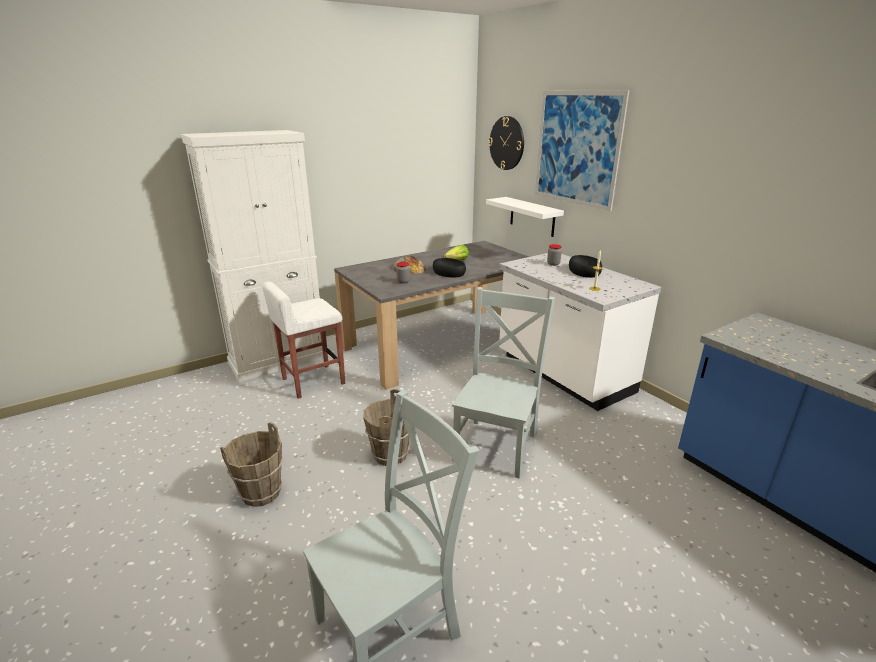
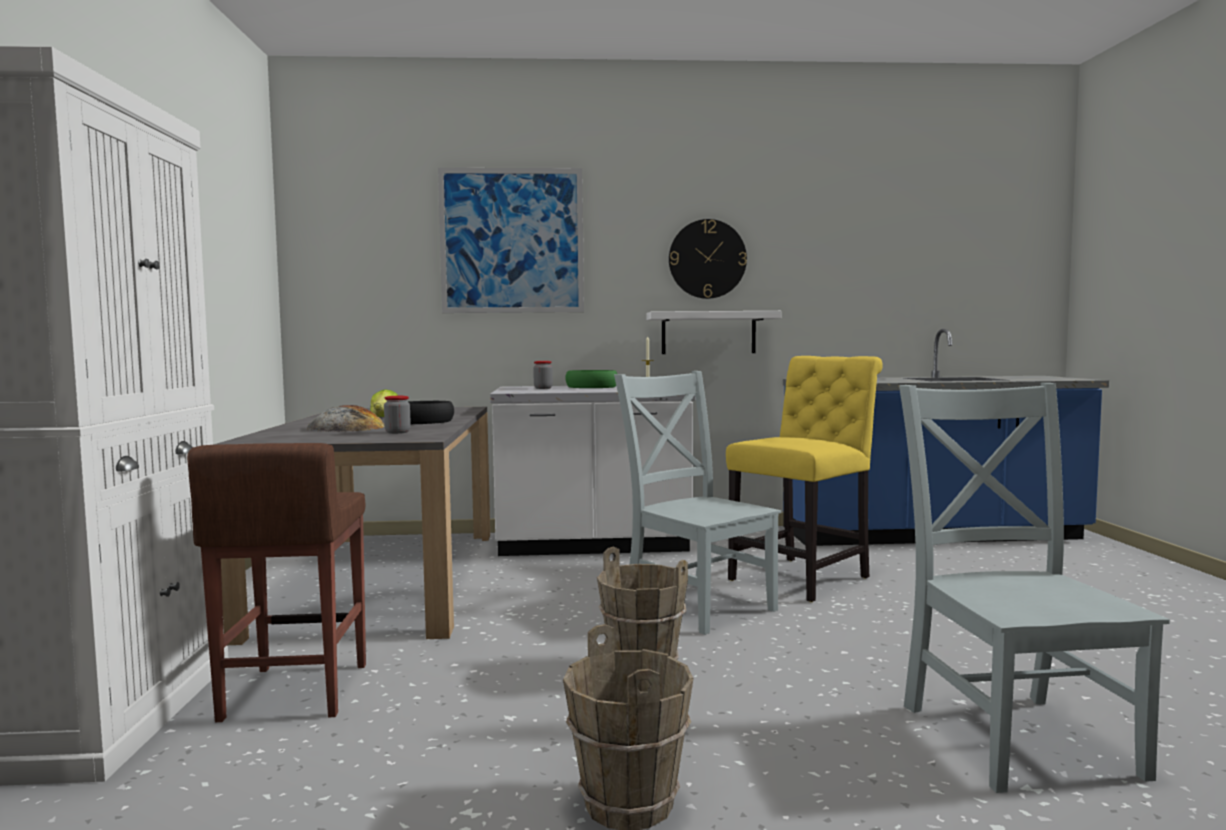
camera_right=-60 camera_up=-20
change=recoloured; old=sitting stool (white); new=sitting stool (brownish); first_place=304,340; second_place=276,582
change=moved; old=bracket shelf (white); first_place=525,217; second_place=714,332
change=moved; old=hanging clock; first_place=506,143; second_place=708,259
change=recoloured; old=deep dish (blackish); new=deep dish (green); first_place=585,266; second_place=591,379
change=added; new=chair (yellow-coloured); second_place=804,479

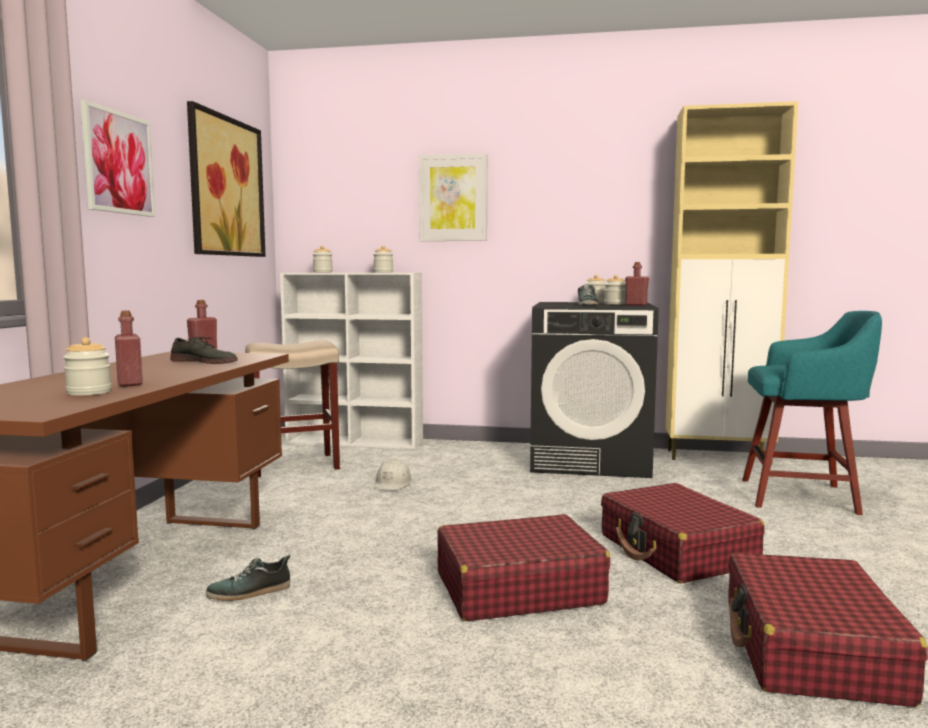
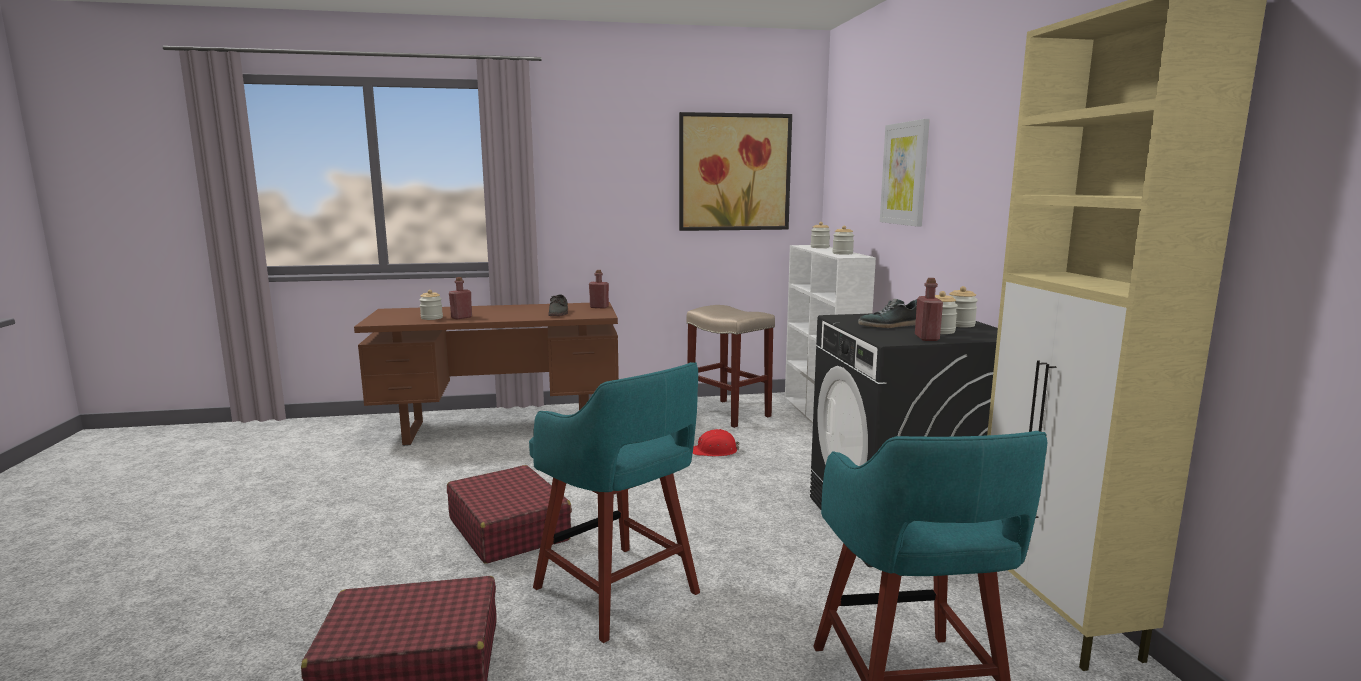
camera_right=70 camera_up=5
change=removed; old=wall art; first_place=117,158
change=removed; old=low shoe; first_place=248,578
change=recoloured; old=hard hat (white); new=hard hat (reddish); first_place=393,474; second_place=716,442
change=replaced; old=travel case (reddish); new=sitting stool (turquoise-coloured); first_place=683,533; second_place=614,502

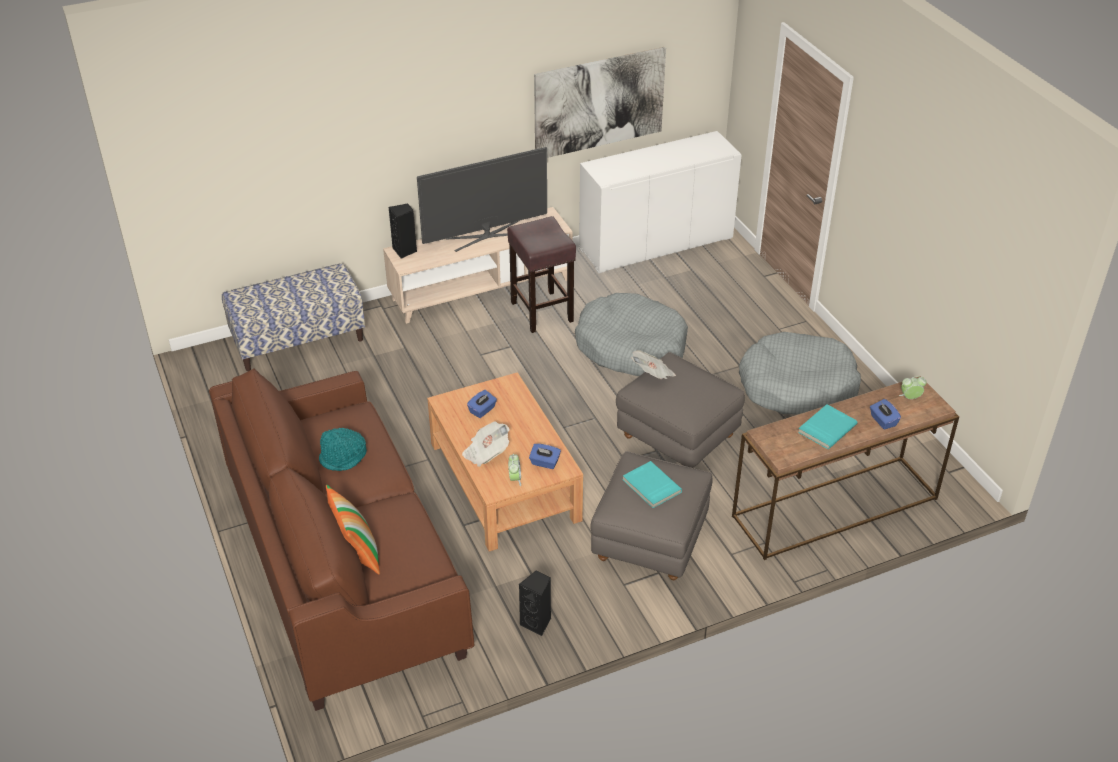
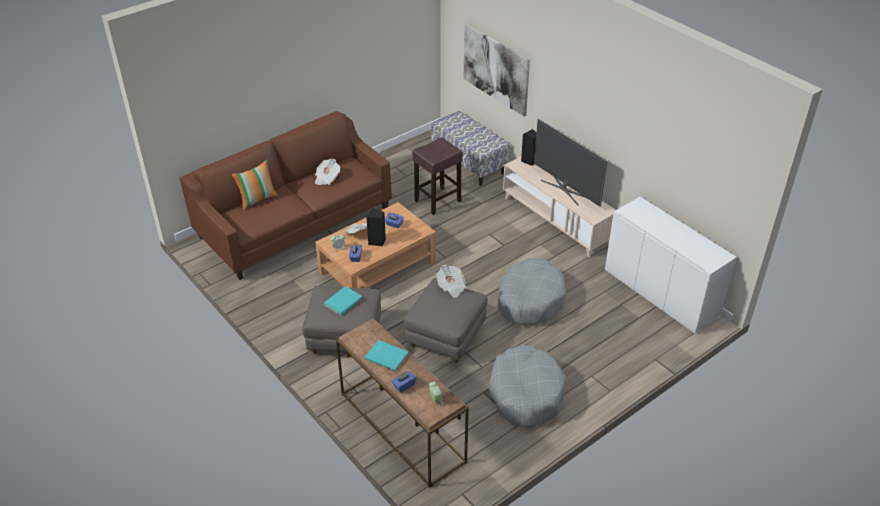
camera_right=75 camera_up=0
change=replaced; old=clothing hat (turquoise-coloured); new=printed paper; first_place=343,449; second_place=327,172
change=moved; old=sitting stool (brownish); first_place=541,274; second_place=438,176
change=moved; old=audio speaker (blackish); first_place=535,603; second_place=376,227
change=moved; old=wall art; first_place=600,102; second_place=497,70

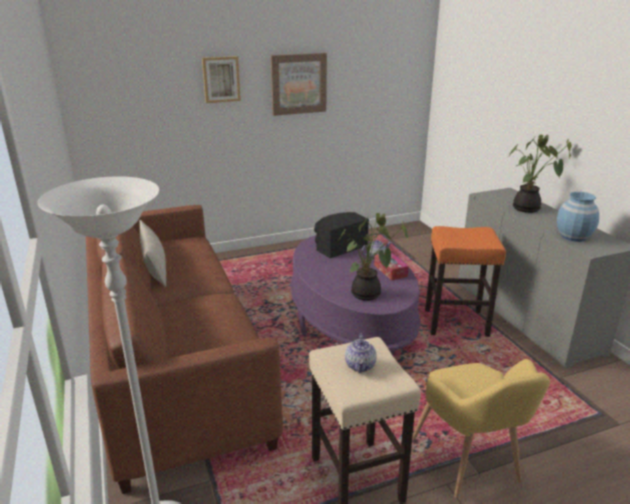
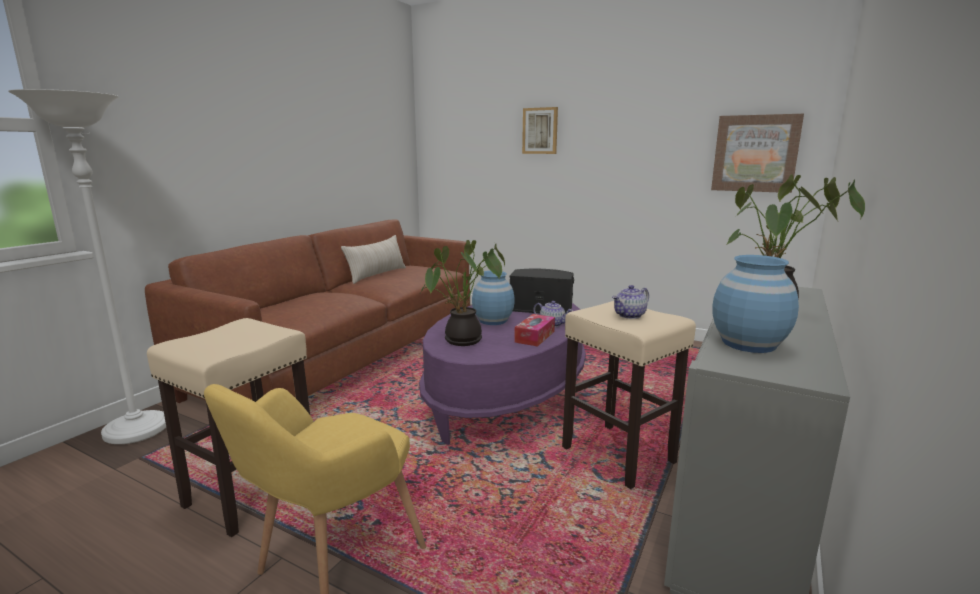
camera_right=50 camera_up=-10
change=moved; old=wall art; first_place=298,84; second_place=757,153
change=moved; old=pot for tea; first_place=361,353; second_place=630,302
change=recoloured; old=sitting stool (orangey); new=sitting stool (sand-coloured); first_place=465,281; second_place=629,395
change=added; new=decorative vase (blue); second_place=493,298

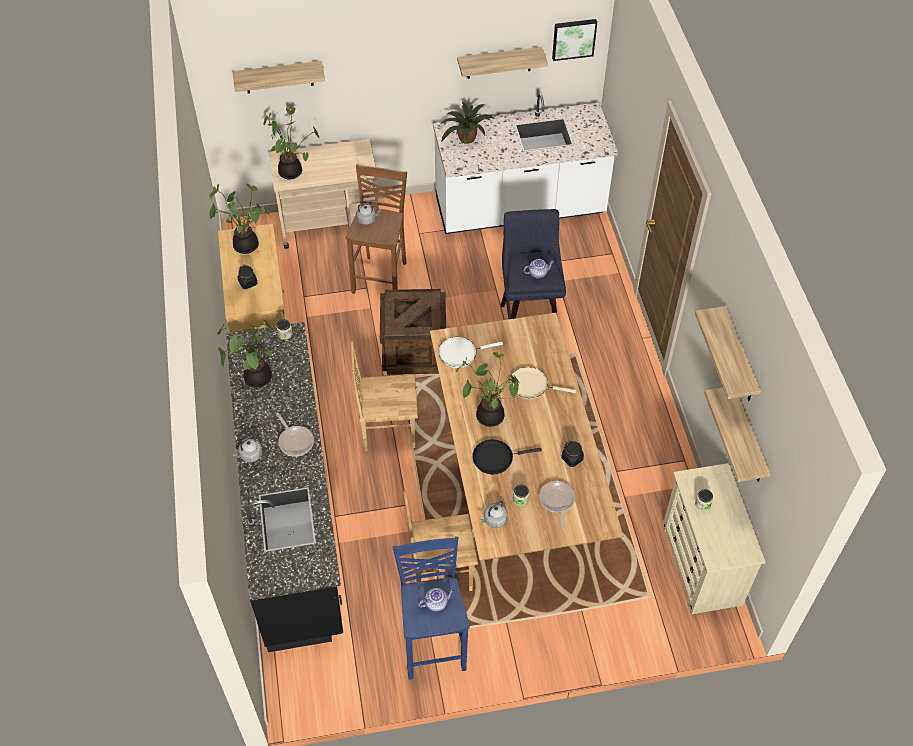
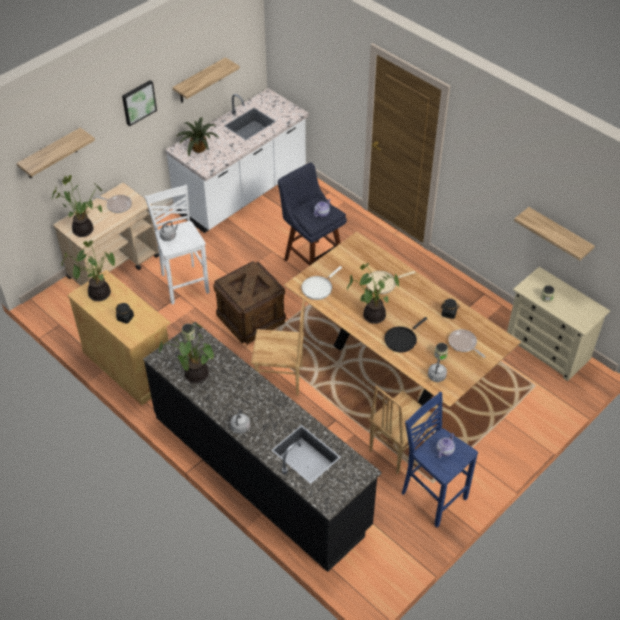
camera_right=-35 camera_up=-5
change=moved; old=skillet; first_place=295,435; second_place=114,204
change=recoloured; old=sitting stool (brownish); new=sitting stool (white); first_place=376,229; second_place=177,245
change=turned; old=chair (brownish); first_place=384,396; second_place=278,347; degrees=-135
change=moved; old=wall art; first_place=574,40; second_place=139,103
change=removed; old=bracket shelf; first_place=728,353

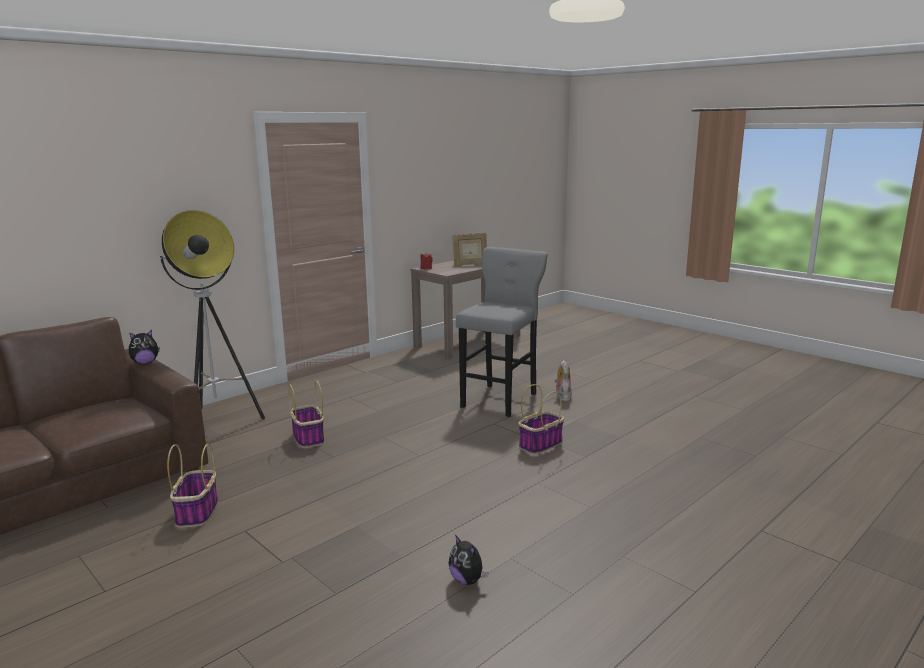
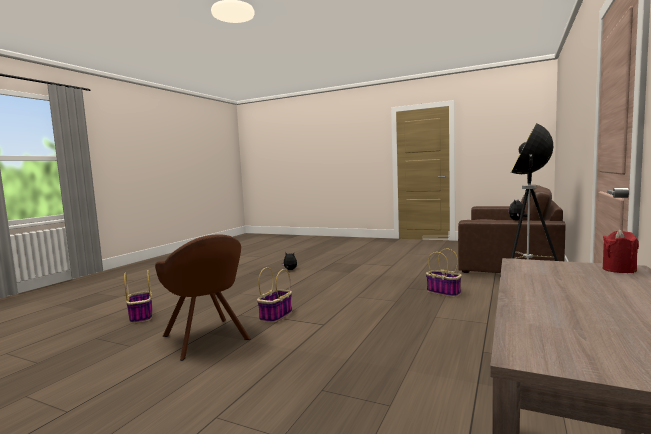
camera_right=160 camera_up=-10
change=moved; old=storage basket; first_place=192,486; second_place=138,297
change=removed; old=standing frame; first_place=469,249
change=removed; old=sitting stool (grey); first_place=502,332
change=removed; old=soft toy; first_place=563,380
change=added; new=easy chair (brownish); second_place=203,297

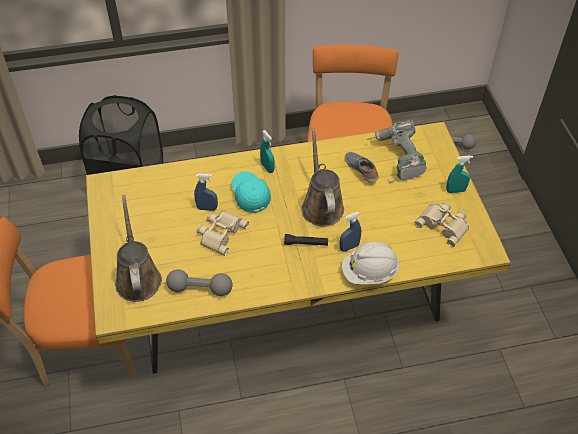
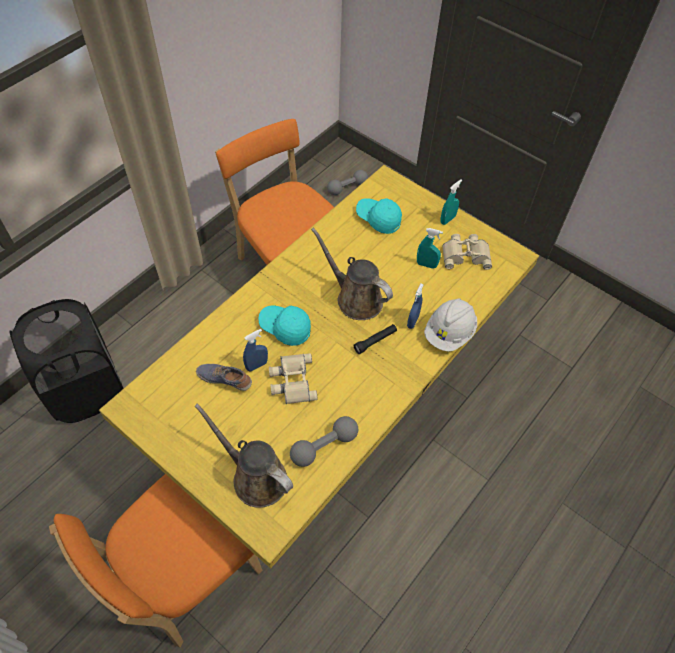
camera_right=-40 camera_up=5
change=moved; old=sprayer (turquoise-coloured); first_place=267,151; second_place=430,248
change=moved; old=low shoe; first_place=362,167; second_place=224,377
change=replaced; old=electric drill; new=cap (turquoise-coloured); first_place=397,151; second_place=379,216

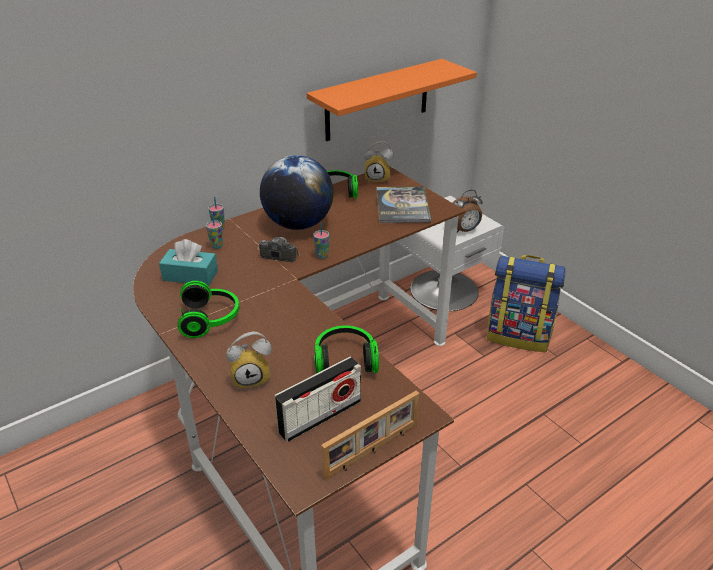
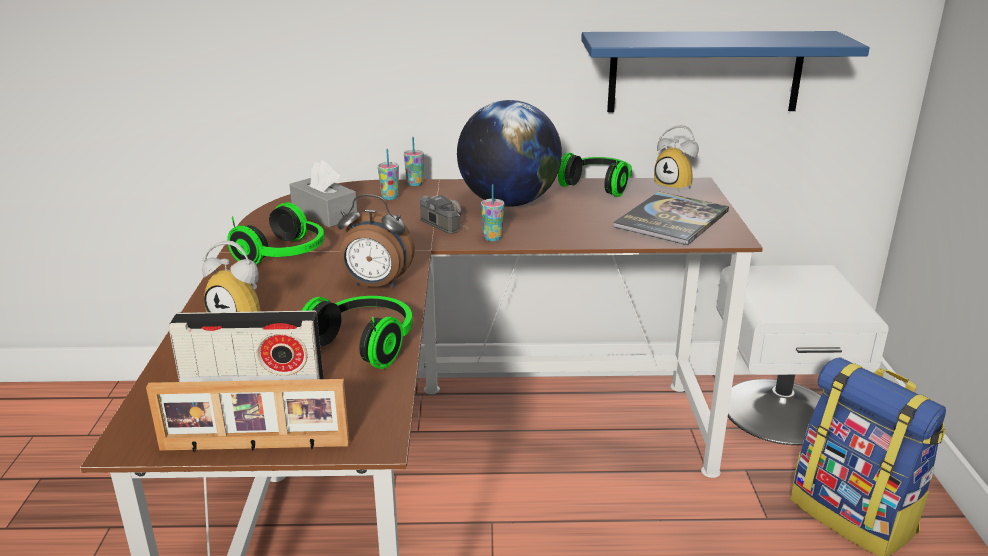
camera_right=35 camera_up=-10
change=recoloured; old=tissue holder (turquoise-coloured); new=tissue holder (grey); first_place=188,262; second_place=323,194
change=recoloured; old=bracket shelf (orangey); new=bracket shelf (blue); first_place=392,100; second_place=725,71
change=moved; old=alarm clock; first_place=468,211; second_place=376,241

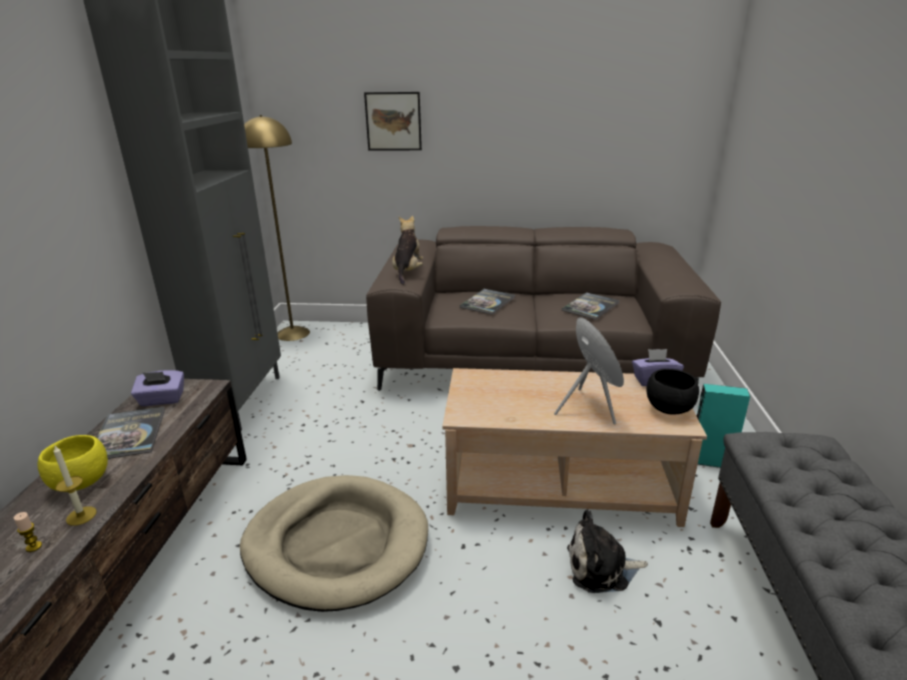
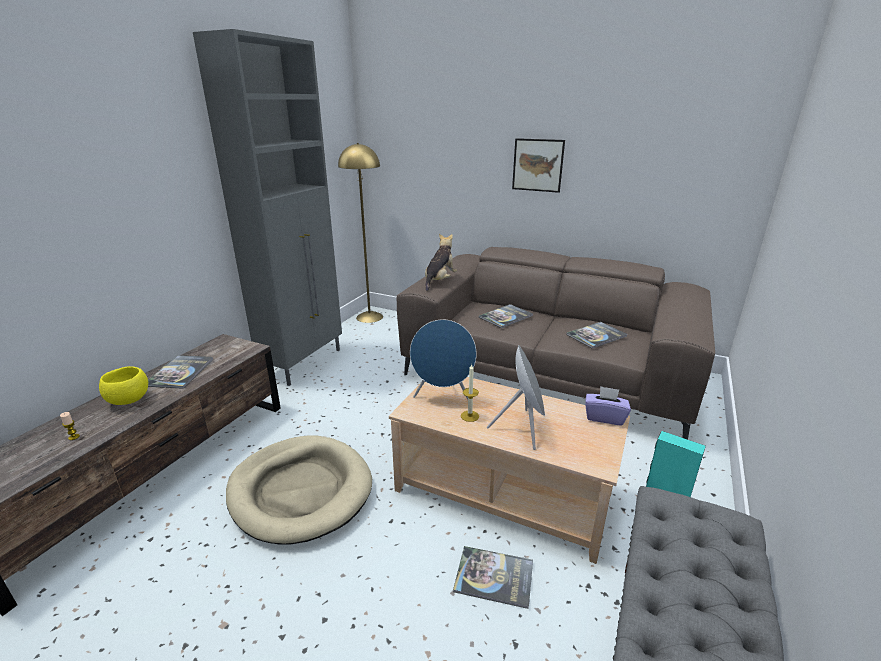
camera_right=20 camera_up=0
change=moved; old=wax candle; first_place=75,486; second_place=470,393
change=removed; old=tissue holder (purple); first_place=157,388
change=moved; old=wall art; first_place=393,121; second_place=538,165
change=replaced; old=soft toy; new=volume; first_place=607,551; second_place=493,577
change=removed; old=deep dish (blackish); first_place=673,392
change=added; new=audio speaker (blue); second_place=443,359

